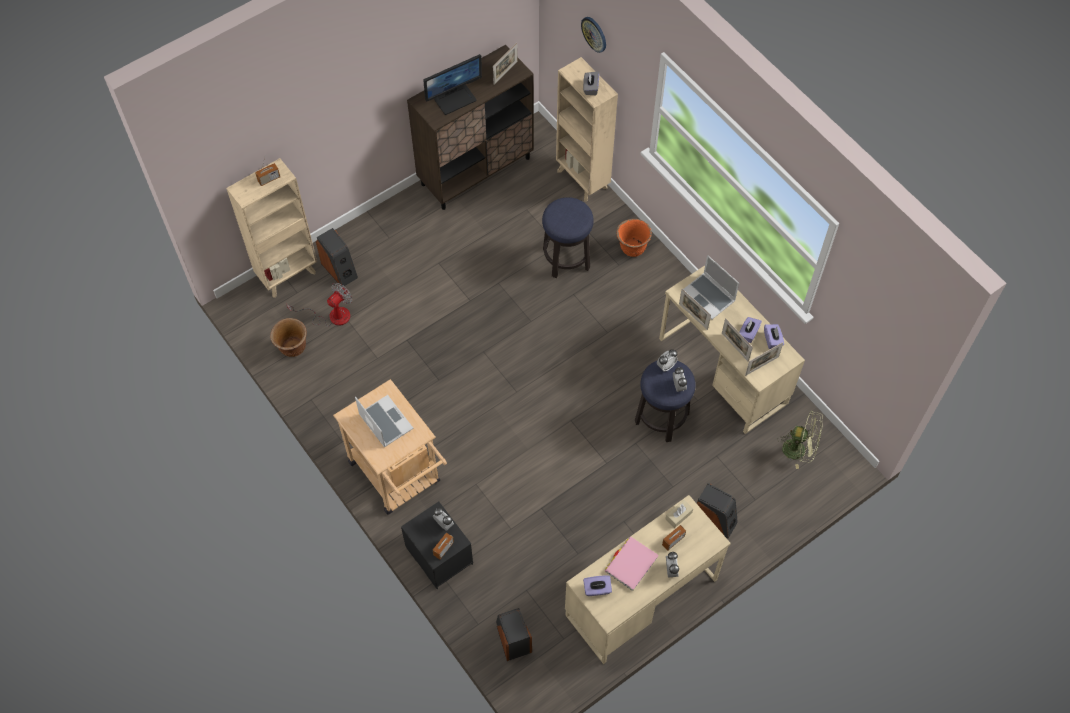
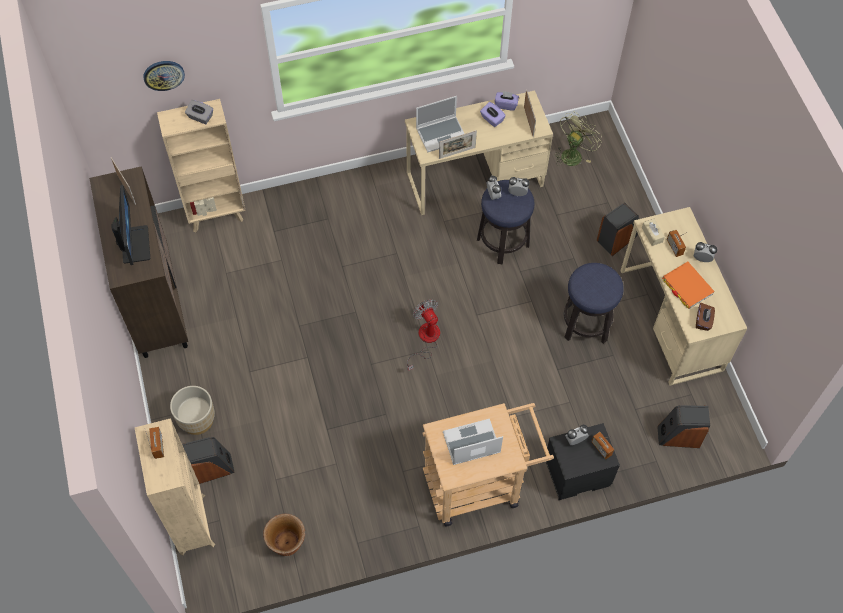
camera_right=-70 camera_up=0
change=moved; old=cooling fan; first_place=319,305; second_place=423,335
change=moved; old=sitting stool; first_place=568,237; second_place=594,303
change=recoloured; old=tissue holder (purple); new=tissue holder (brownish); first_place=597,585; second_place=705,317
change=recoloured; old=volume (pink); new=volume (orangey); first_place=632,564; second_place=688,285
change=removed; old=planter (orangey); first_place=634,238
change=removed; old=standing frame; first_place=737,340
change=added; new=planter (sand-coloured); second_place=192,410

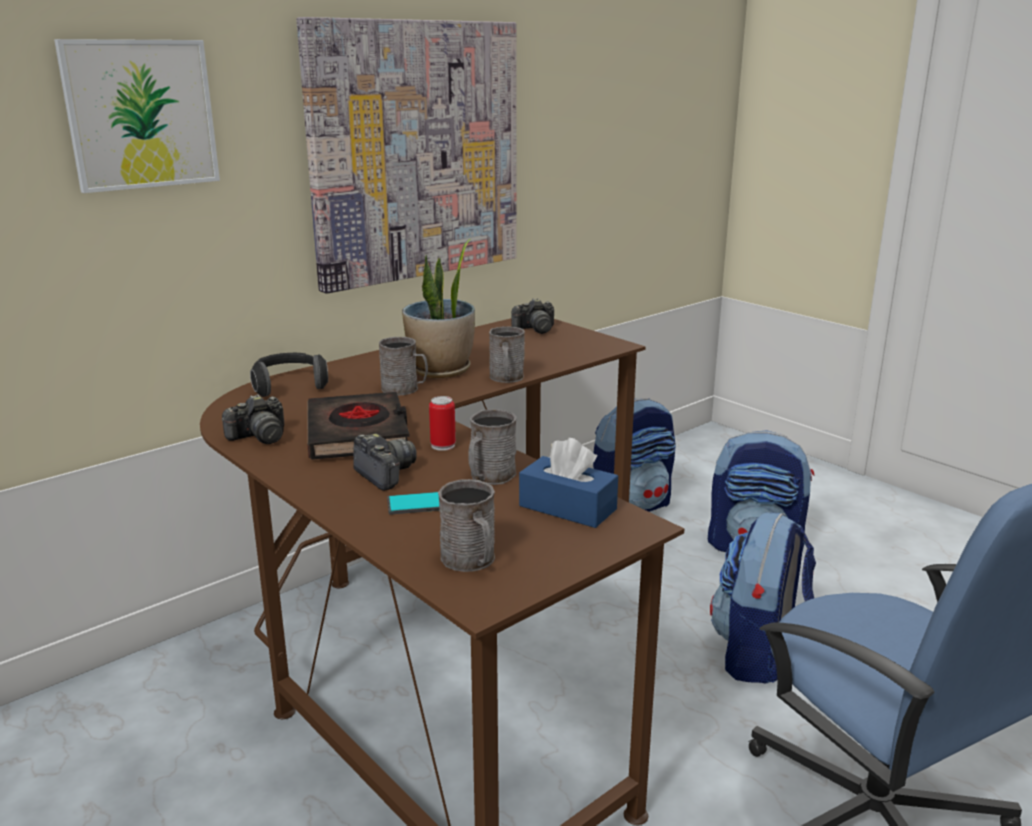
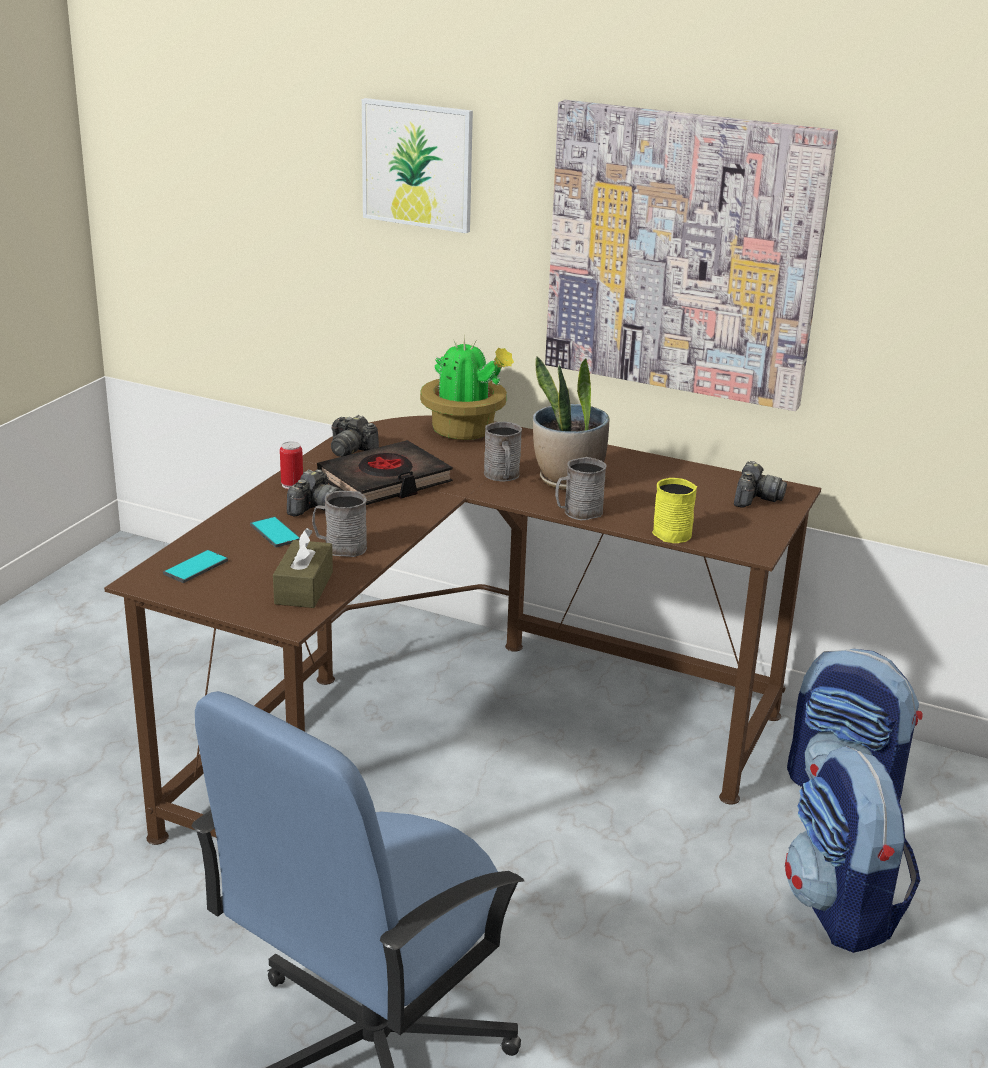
camera_right=65 camera_up=5
change=replaced; old=headset; new=plant in a pot; first_place=289,375; second_place=467,388
change=moved; old=can; first_place=442,423; second_place=291,465
change=replaced; old=mug (grey); new=handset; first_place=466,525; second_place=195,566
change=turned; old=photo camera; first_place=532,316; second_place=760,484; degrees=-120
change=recoloured; old=tissue holder (blue); new=tissue holder (brownish); first_place=568,483; second_place=303,568
change=removed; old=rucksack; first_place=763,598
change=added; new=mug (yellow-coloured); second_place=674,510

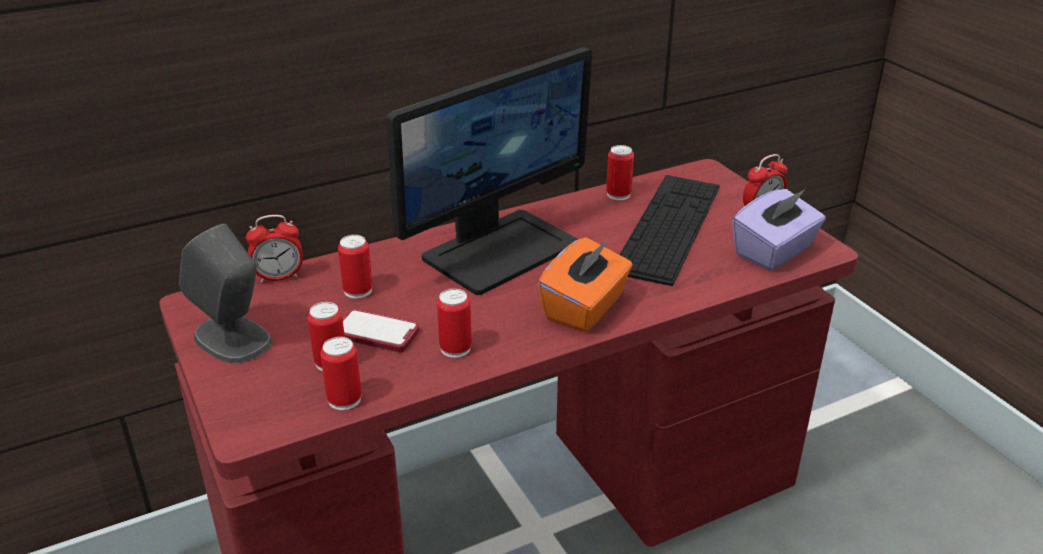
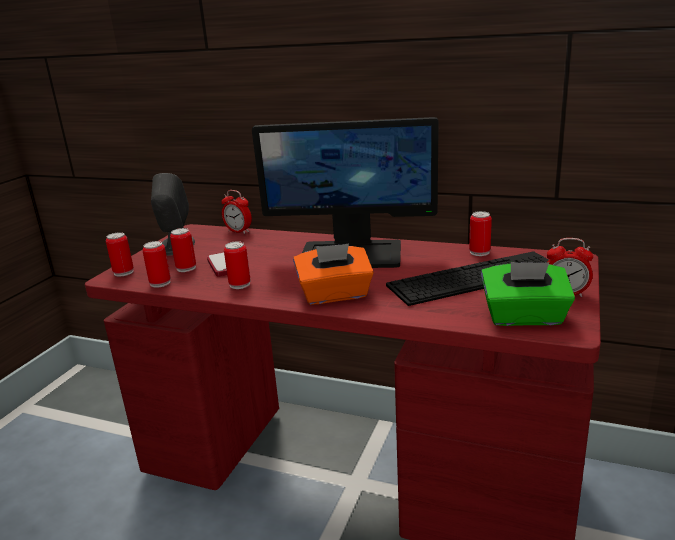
camera_right=50 camera_up=-10
change=moved; old=can; first_place=355,267; second_place=120,254
change=recoloured; old=tissue holder (purple); new=tissue holder (green); first_place=779,230; second_place=528,294

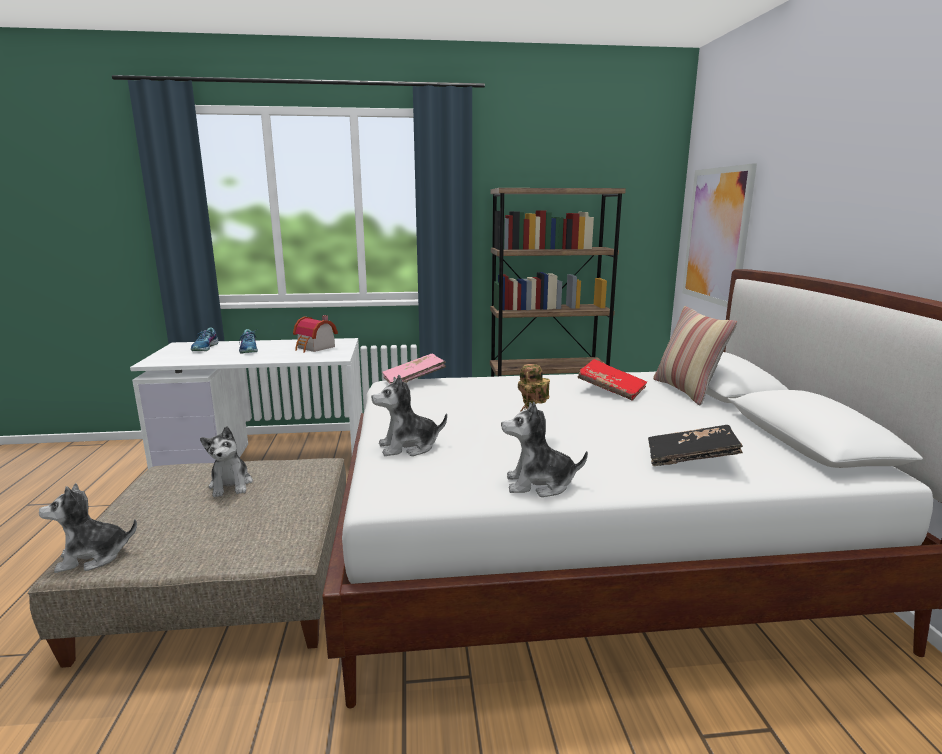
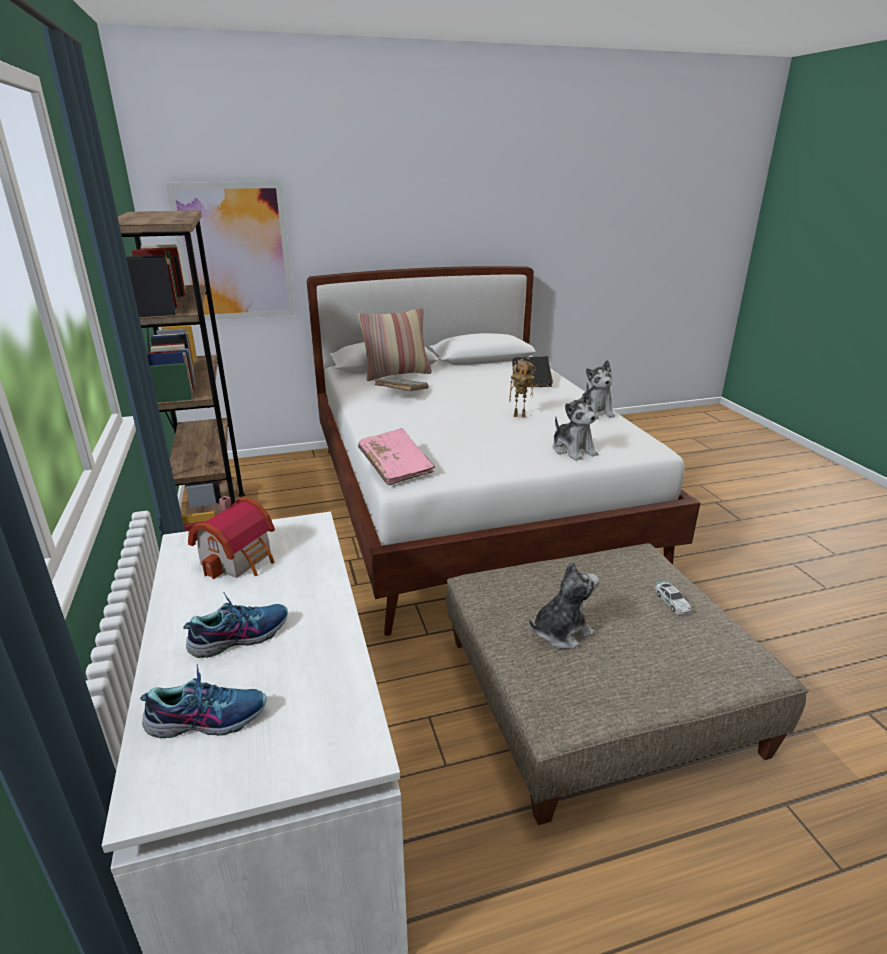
camera_right=-100 camera_up=10
change=removed; old=soft toy; first_place=88,528
change=recoloured; old=volume (reddish); new=volume (grey); first_place=612,380; second_place=401,384
change=added; new=miniature car; second_place=673,597

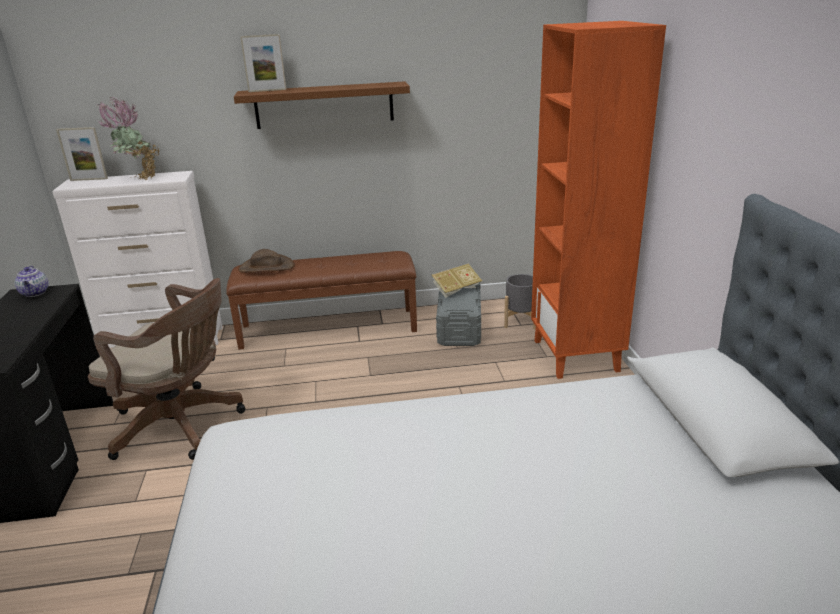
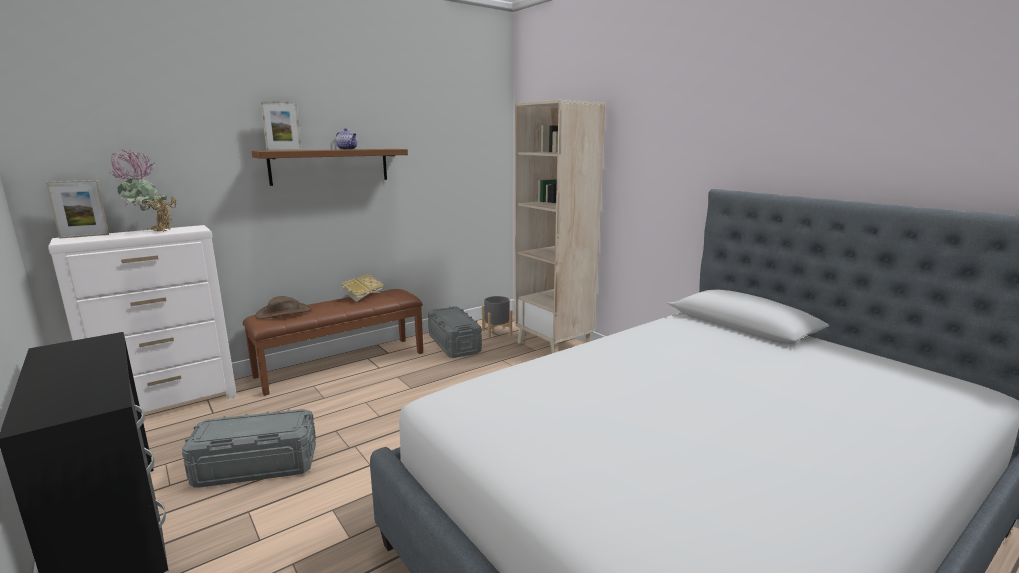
camera_right=-30 camera_up=-10
change=moved; old=pot for tea; first_place=31,281; second_place=346,139
change=replaced; old=desk chair (brownish); new=storage bin (grey); first_place=166,369; second_place=249,448
change=moved; old=volume; first_place=457,281; second_place=362,288
change=recoloured; old=shelving unit (orangey); new=shelving unit (sand-coloured); first_place=598,200; second_place=560,227

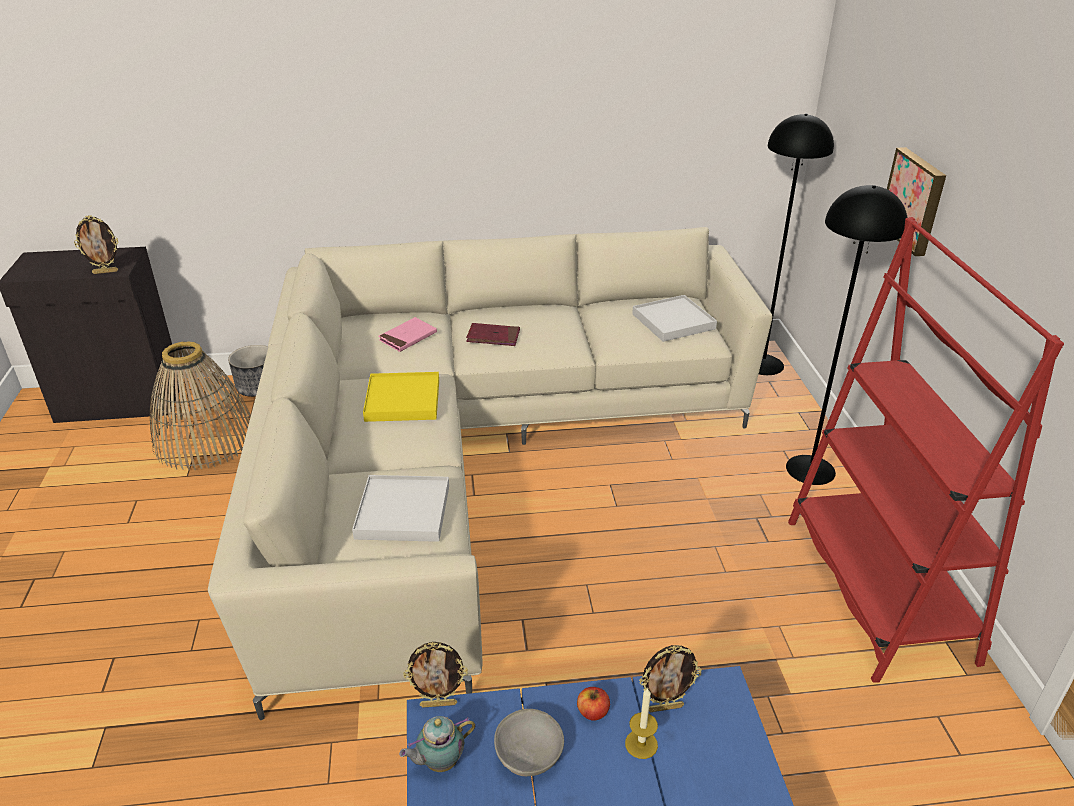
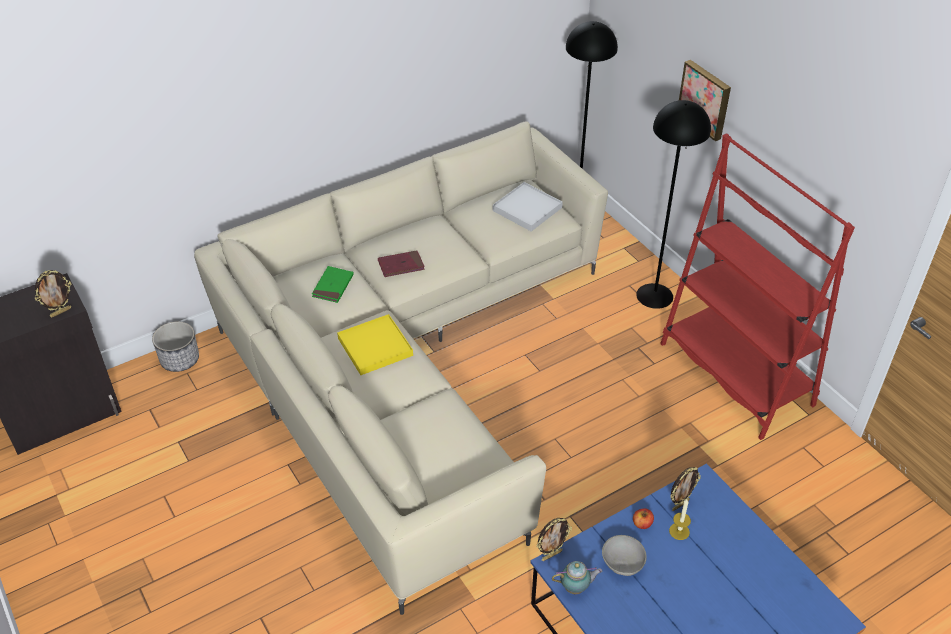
camera_right=-25 camera_up=10
change=removed; old=storage basket; first_place=200,405
change=removed; old=serving tray (white); first_place=400,508
change=recoloured; old=volume (pink); new=volume (green); first_place=407,334; second_place=333,284
change=turned; old=pot for tea; first_place=437,744; second_place=577,577; degrees=-135

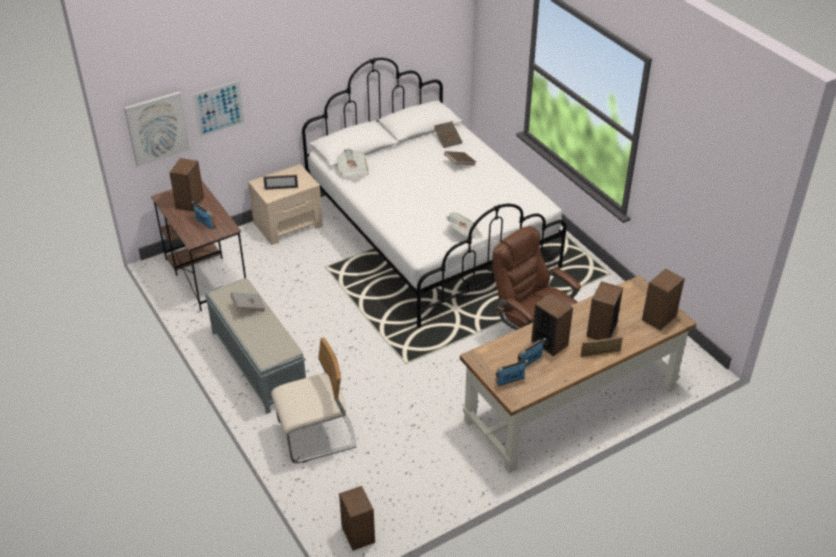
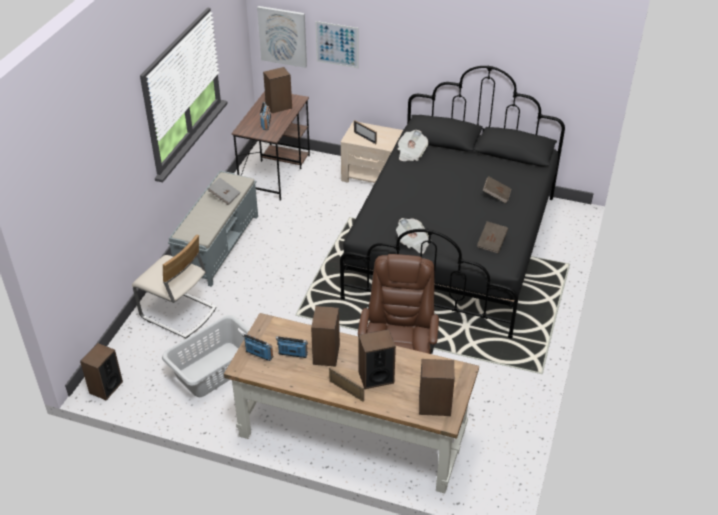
camera_right=50 camera_up=0
change=recoloured; old=bed (white); new=bed (blackish); first_place=434,192; second_place=452,202
change=moved; old=volume (brownish); first_place=448,134; second_place=492,237
change=added; new=washing basket (grey); second_place=206,356

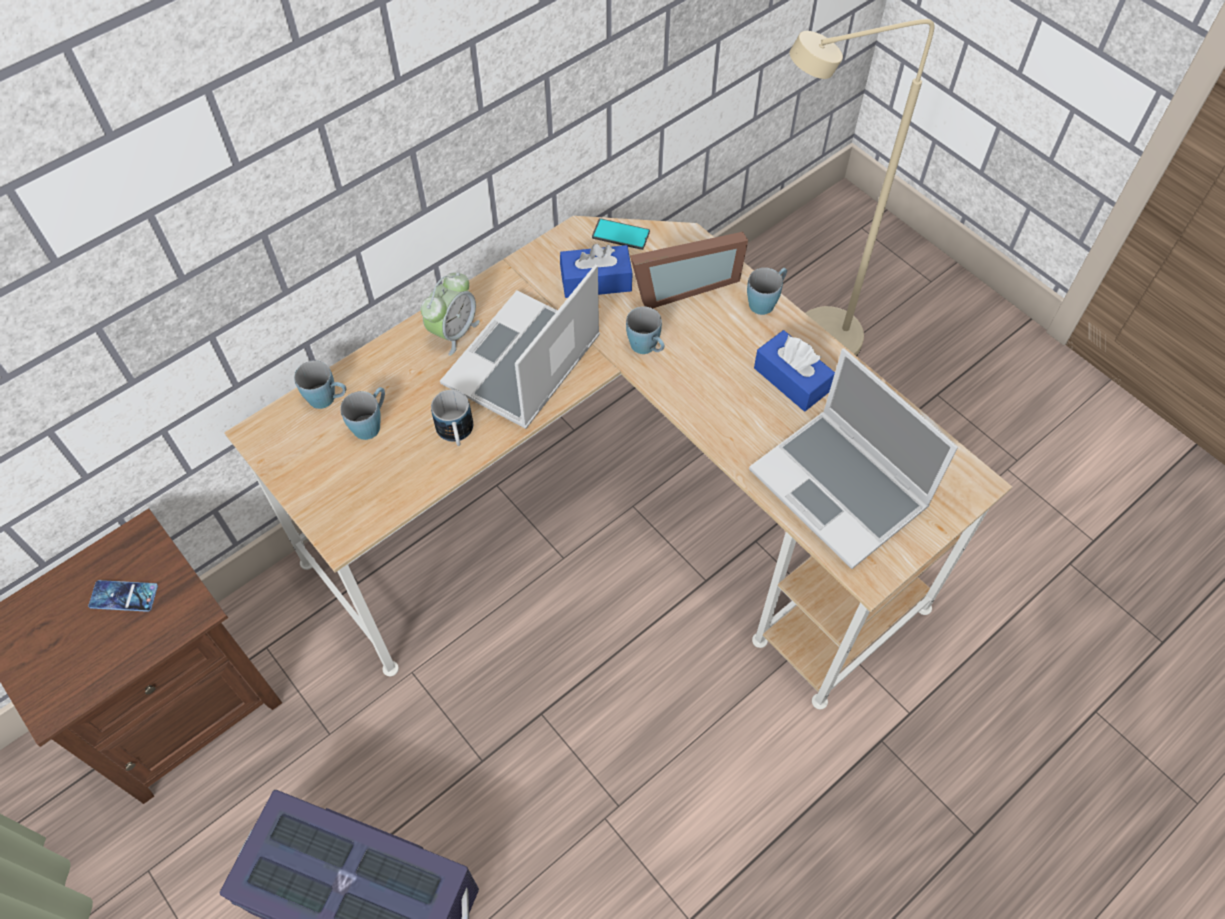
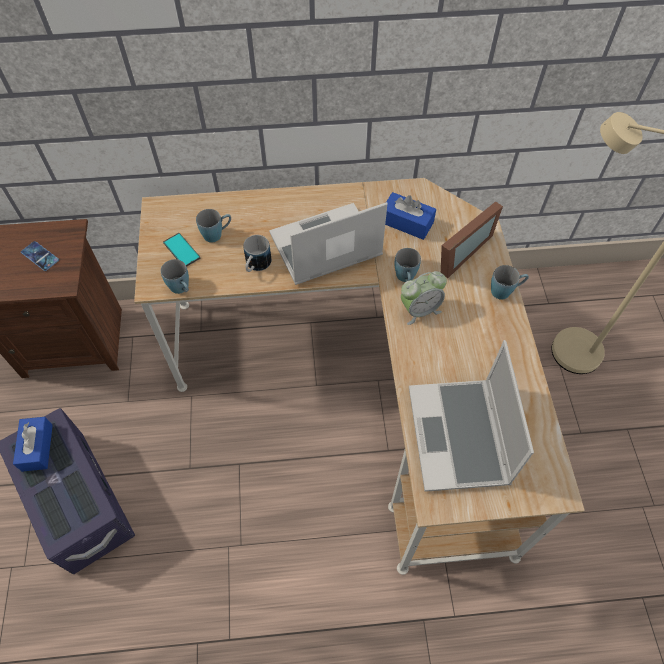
camera_right=35 camera_up=0
change=moved; old=mug (blue); first_place=320,384; second_place=175,276
change=moved; old=alarm clock; first_place=450,314; second_place=424,298
change=moved; old=handset; first_place=621,234; second_place=181,250
change=turned; old=standing frame; first_place=689,270; second_place=472,239; degrees=-60
change=moved; old=tissue holder (blue); first_place=794,370; second_place=33,444

